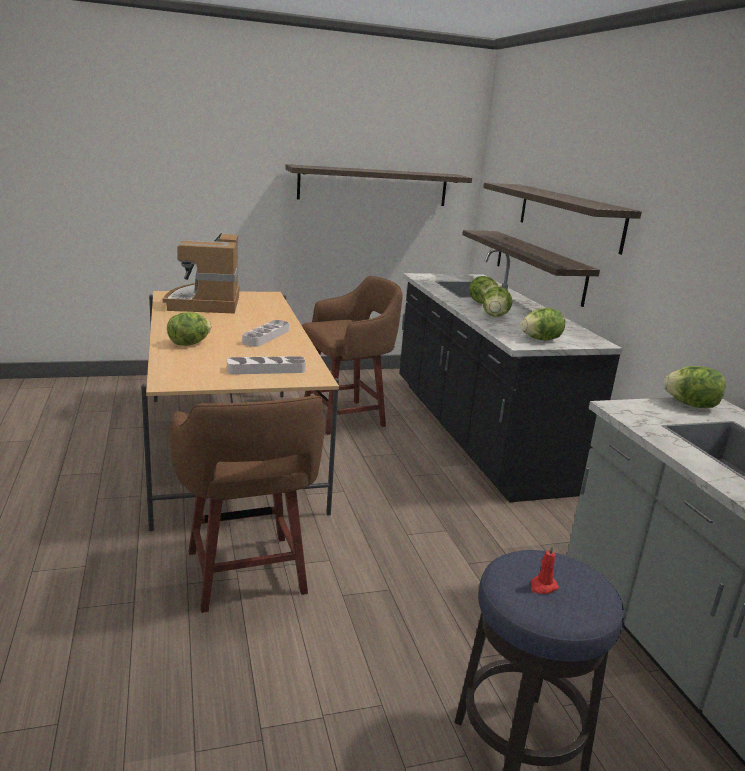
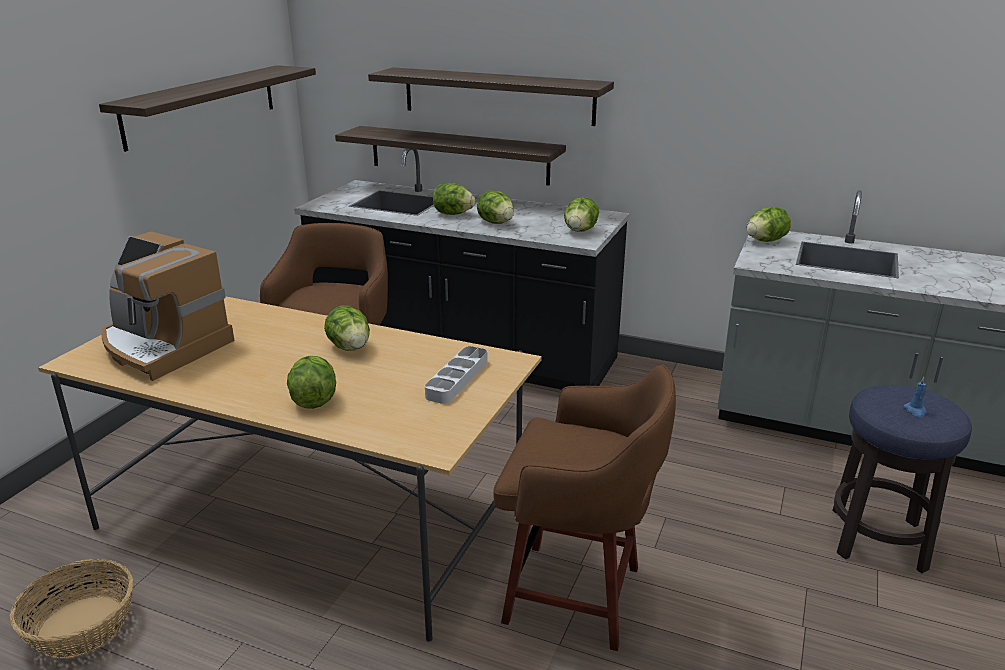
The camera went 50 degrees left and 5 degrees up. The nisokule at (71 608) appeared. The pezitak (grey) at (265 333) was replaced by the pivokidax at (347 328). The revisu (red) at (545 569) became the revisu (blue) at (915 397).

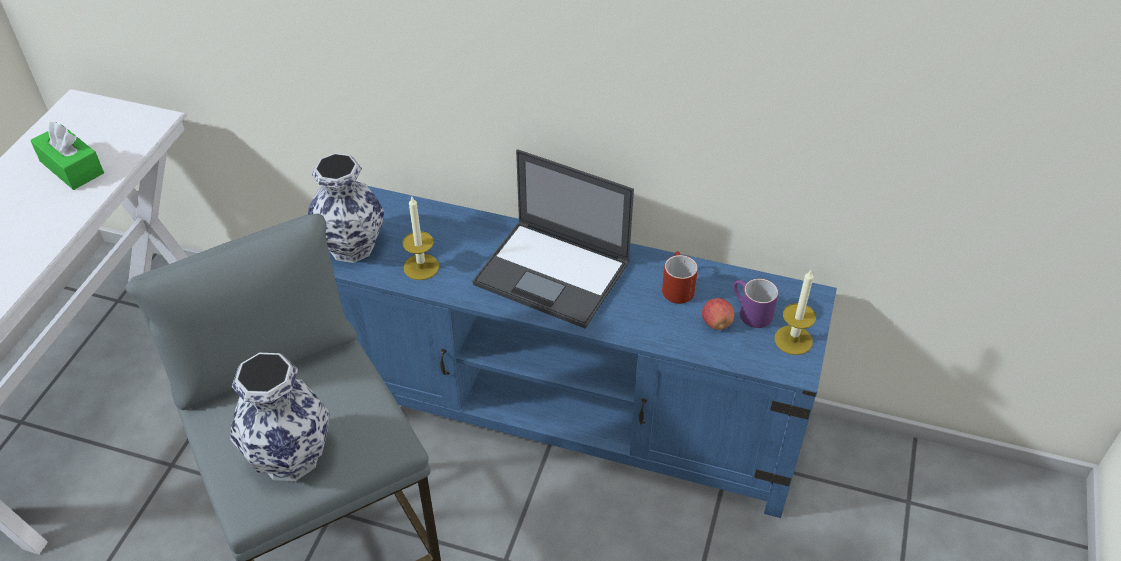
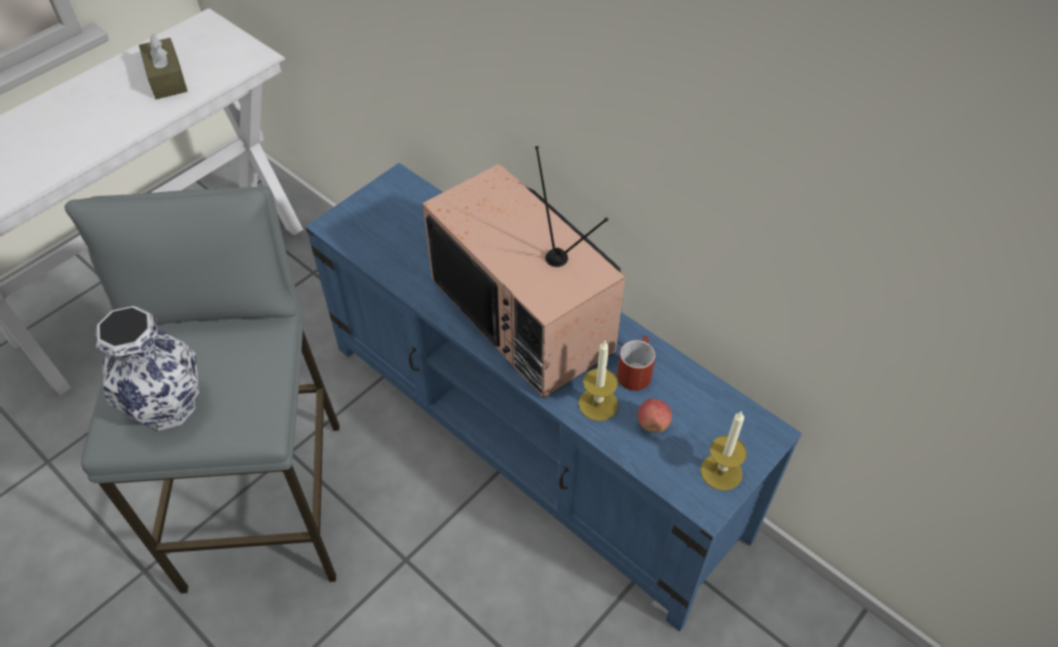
The camera went 25 degrees right and 5 degrees up. The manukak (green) at (67 156) became the manukak (brown) at (163 66). The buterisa at (553 239) was replaced by the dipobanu at (524 272). The revisu moved from (421 238) to (598 381). The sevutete at (346 208) disappeared. The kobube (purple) at (755 303) disappeared.

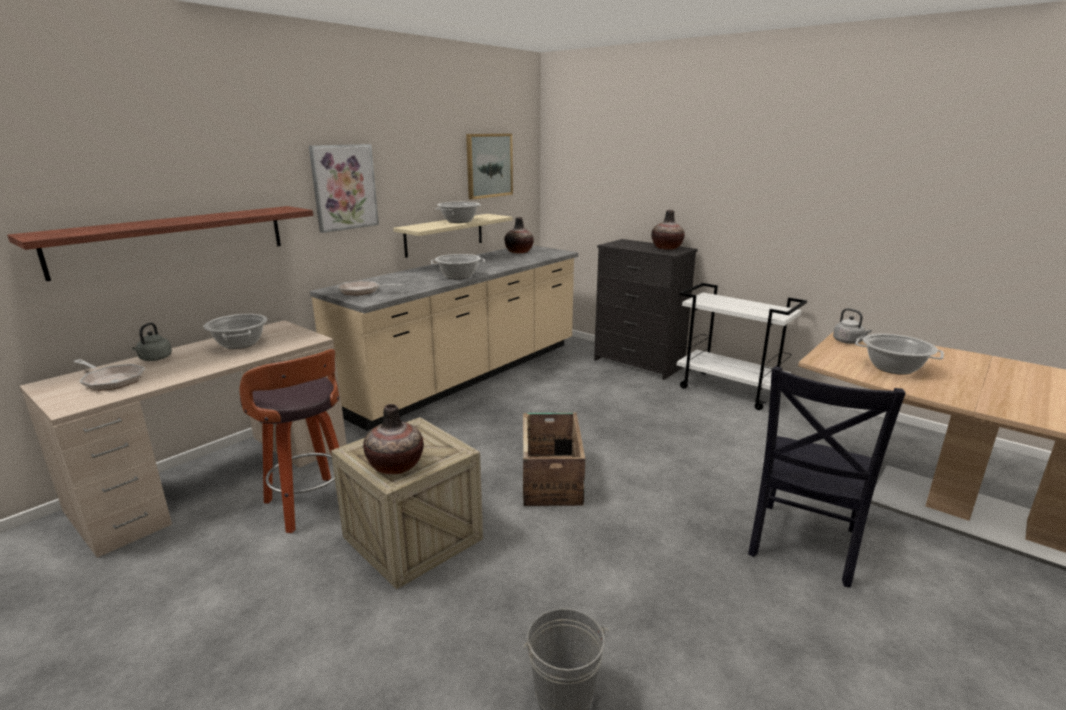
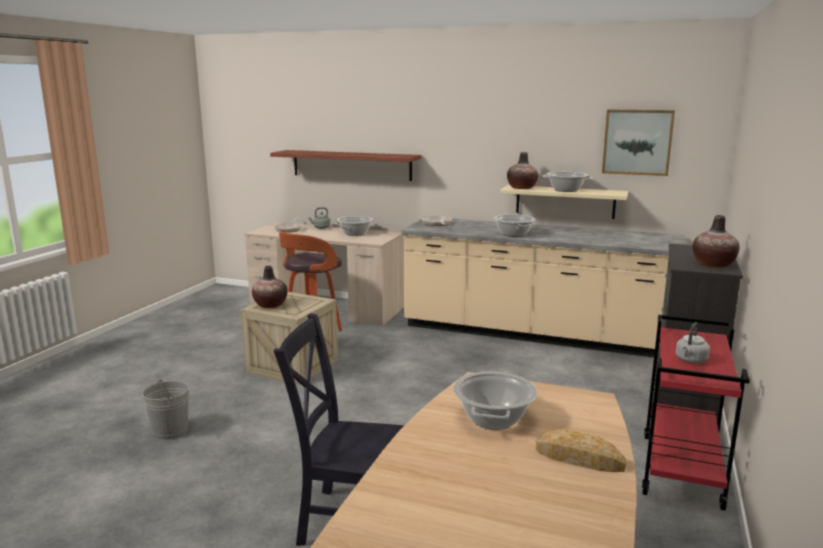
The camera went 70 degrees right and 5 degrees down. The sevutete moved from (519 235) to (522 170). The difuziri at (581 450) appeared. The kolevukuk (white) at (742 346) became the kolevukuk (red) at (696 413). The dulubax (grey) moved from (852 326) to (693 342). The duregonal at (344 188) disappeared. The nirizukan at (554 459) disappeared.

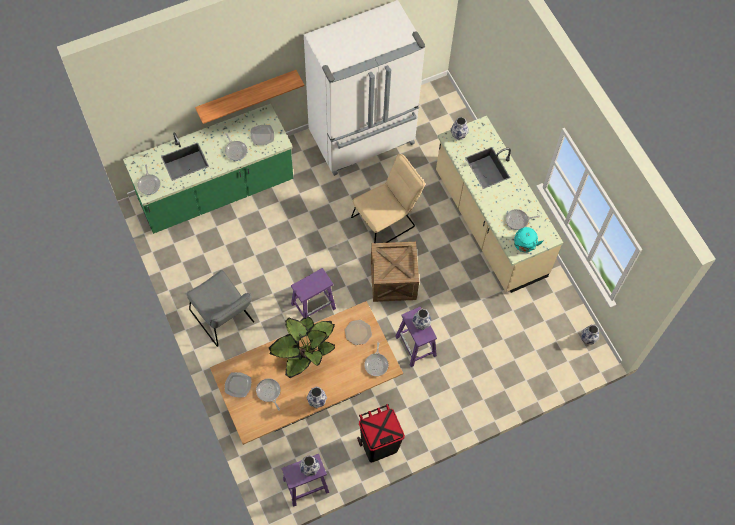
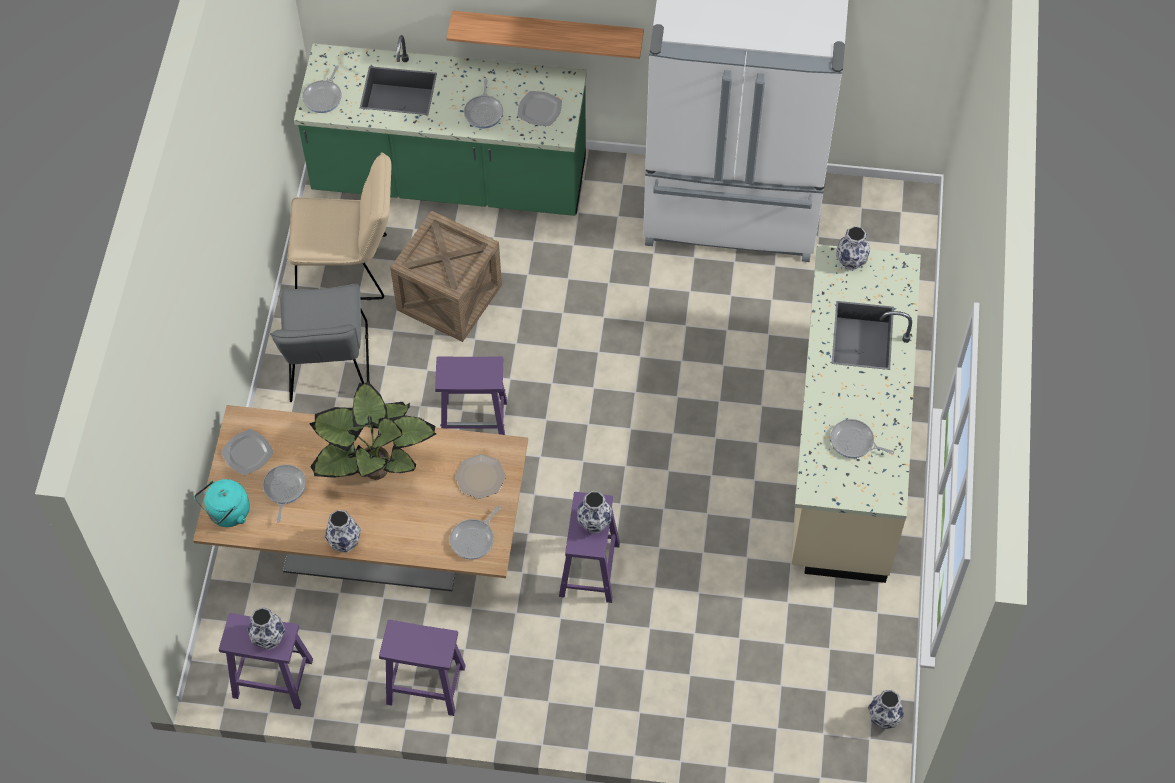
The camera went 35 degrees right and 5 degrees down. The dulubax (turquoise) moved from (528 239) to (222 503). The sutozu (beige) moved from (388 198) to (339 226). The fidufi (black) at (381 433) was replaced by the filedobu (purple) at (422 668). The nirizukan moved from (395 272) to (446 276).

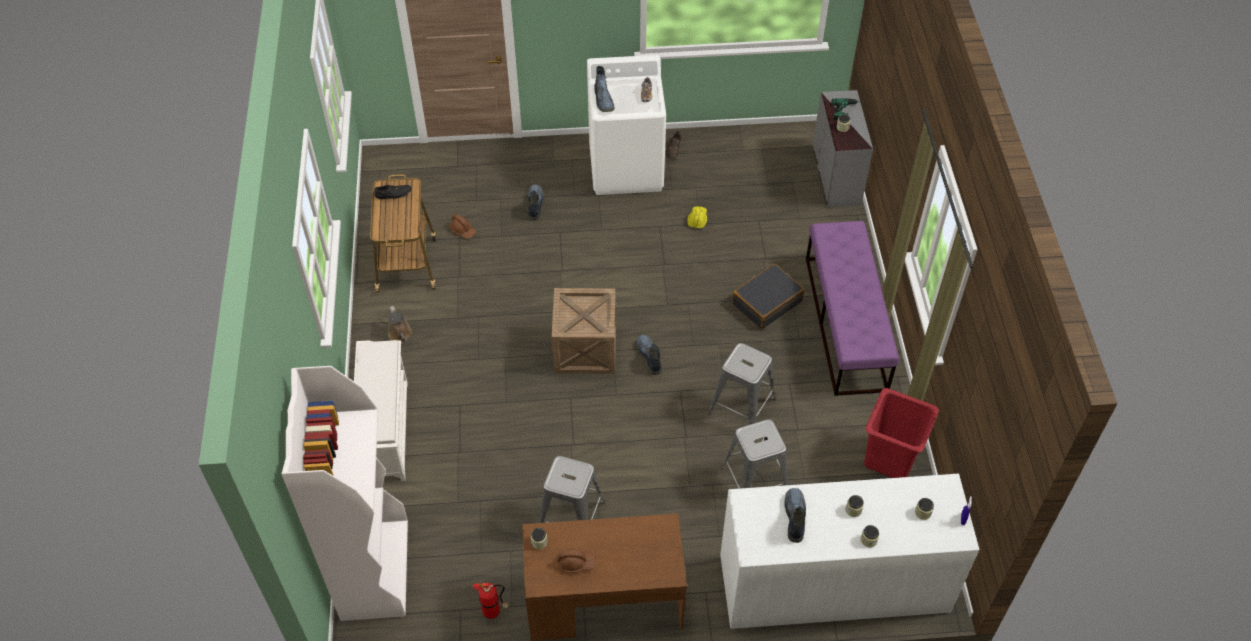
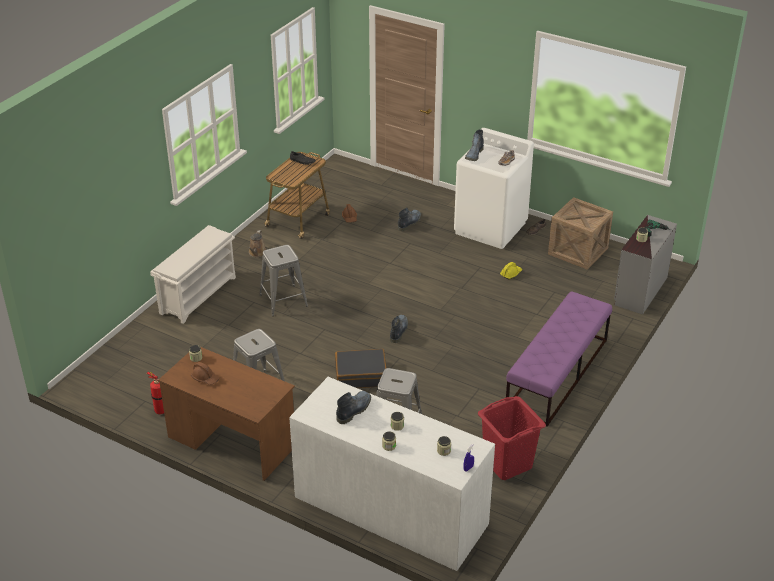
The camera went 35 degrees right and 15 degrees down. The filedobu (grey) moved from (741 383) to (283 280). The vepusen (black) moved from (768 296) to (361 368). The nirizukan moved from (584 331) to (580 233). The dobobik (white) at (345 493) disappeared.

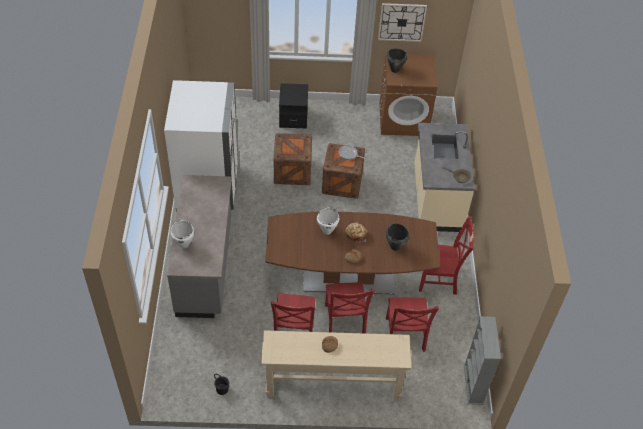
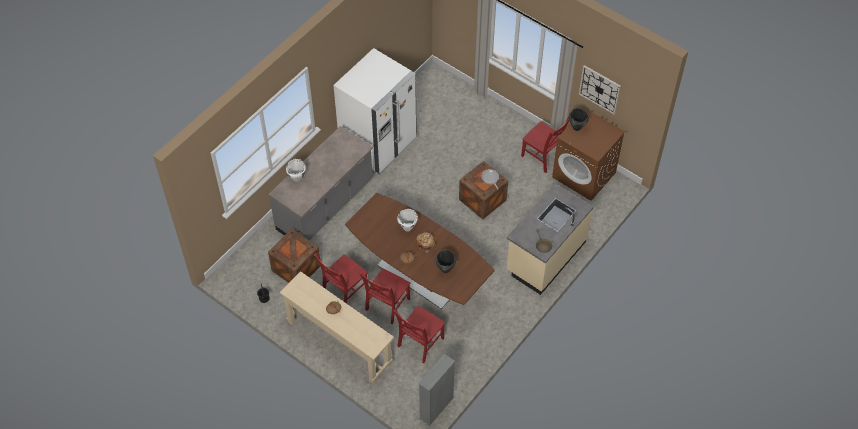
The camera went 40 degrees right and 5 degrees up. The nirizukan moved from (293 159) to (294 256). The sutozu (red) moved from (446 255) to (545 145). The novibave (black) at (293 106) disappeared.

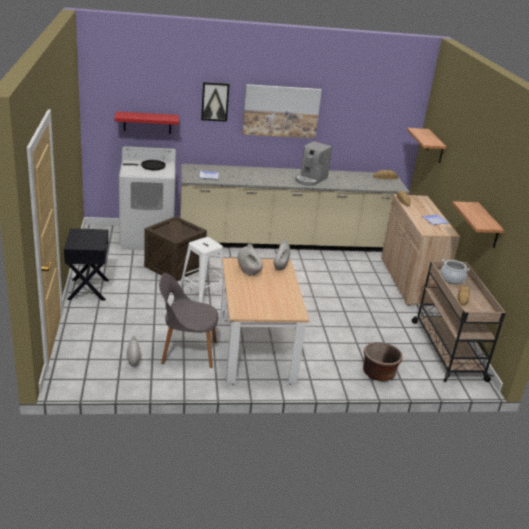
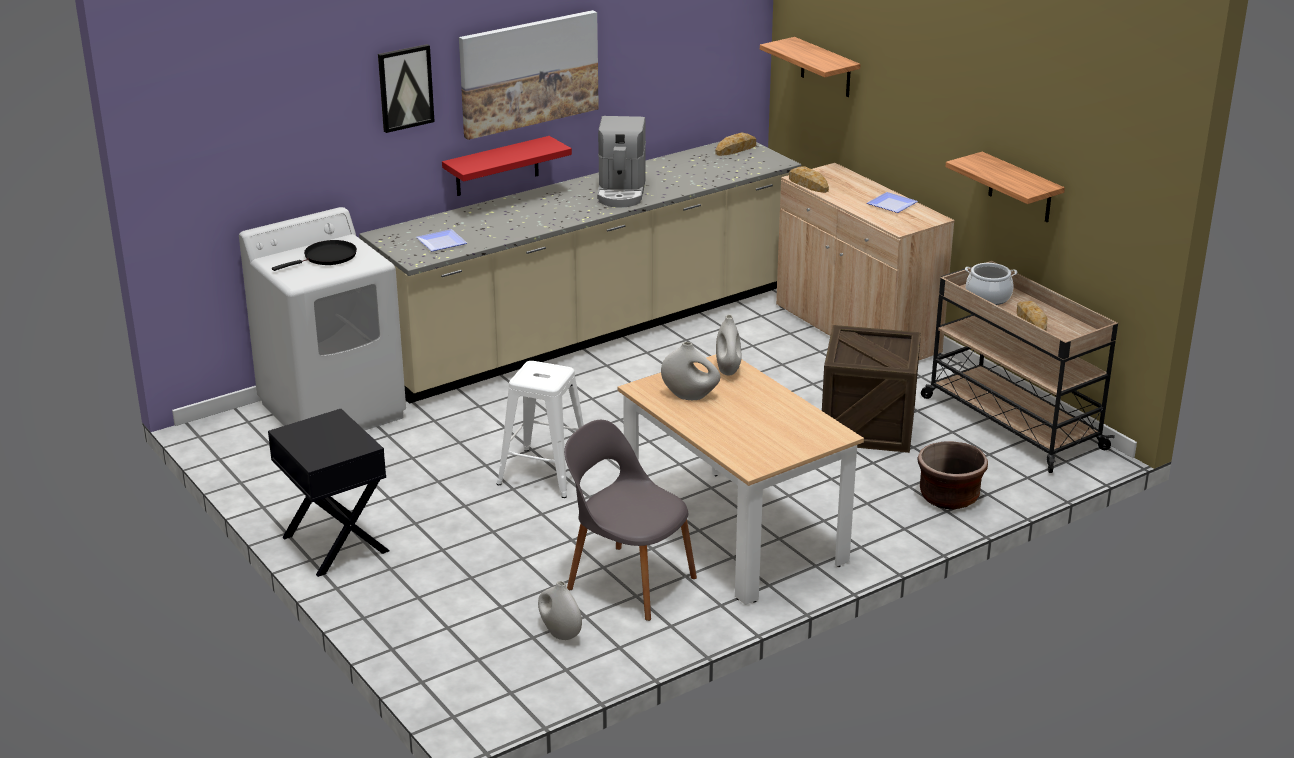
The camera went 25 degrees left and 0 degrees up. The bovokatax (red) moved from (146 122) to (507 166). The sutozu (grey) at (188 320) turned 60 degrees clockwise. The nirizukan moved from (175 248) to (871 389).

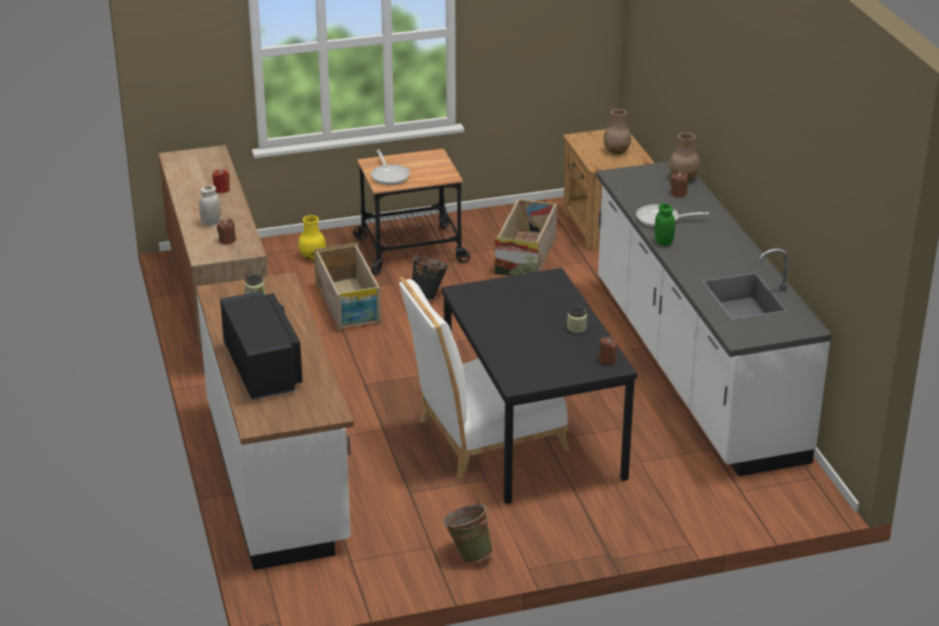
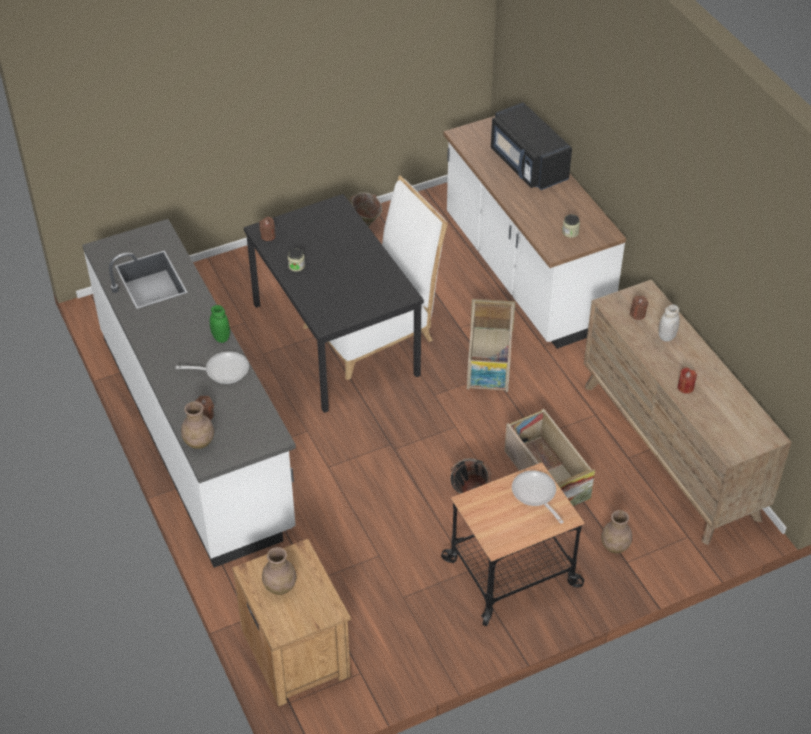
The camera went 170 degrees right and 15 degrees up. The nirizukan moved from (526 237) to (491 345). The sevutete (yellow) at (312 237) became the sevutete (brown) at (616 531).

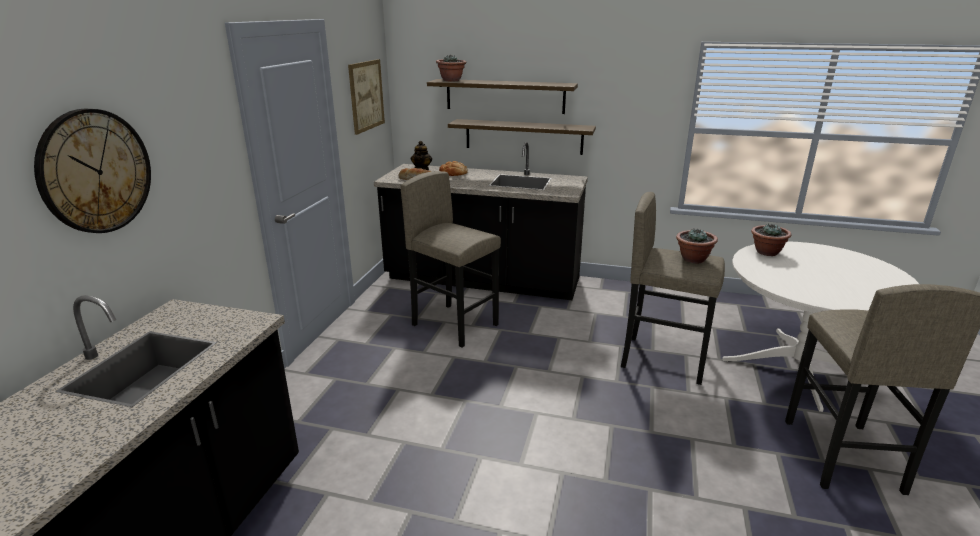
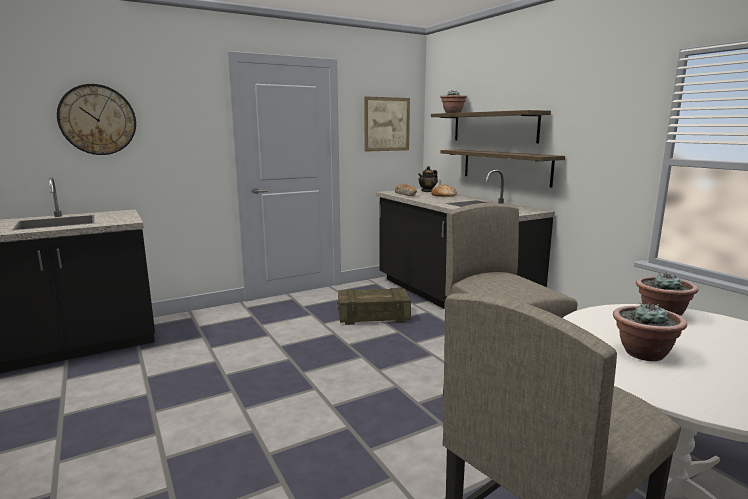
The camera went 45 degrees right and 10 degrees down. The filedobu (grey) at (450 259) was replaced by the nirizukan at (374 306). The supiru moved from (697 246) to (650 332).

